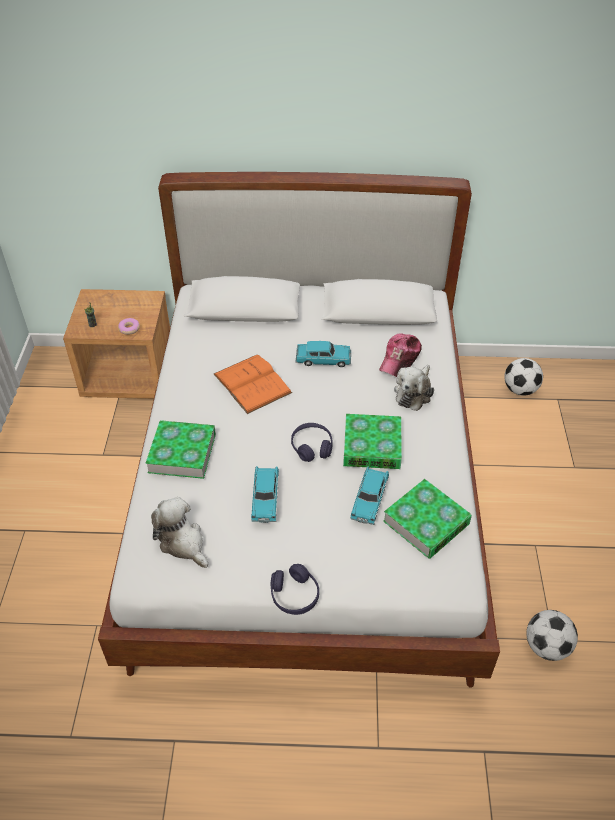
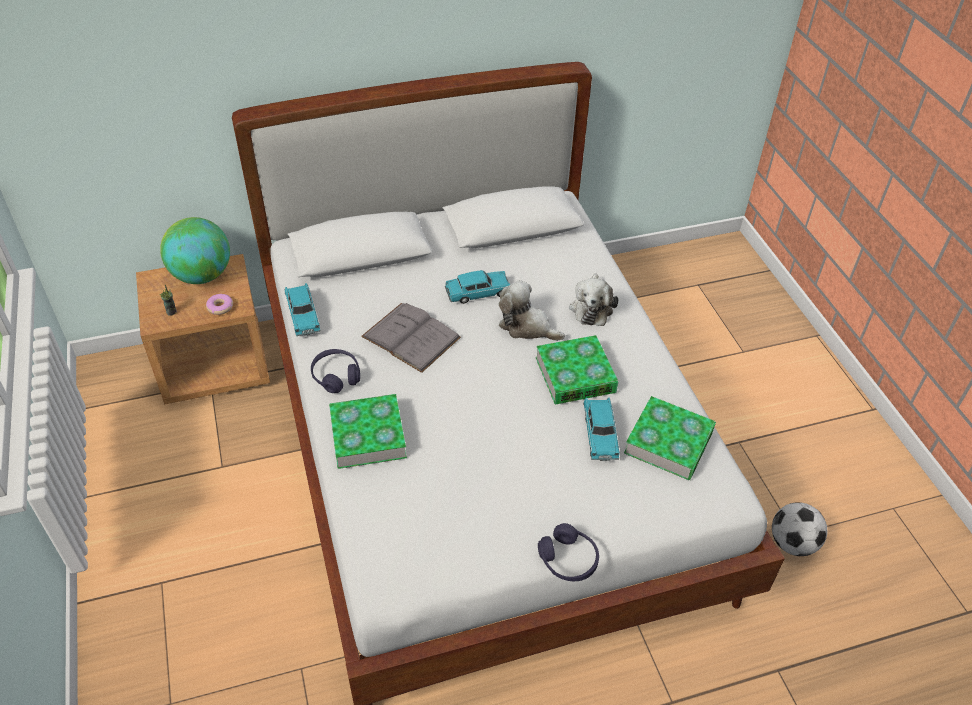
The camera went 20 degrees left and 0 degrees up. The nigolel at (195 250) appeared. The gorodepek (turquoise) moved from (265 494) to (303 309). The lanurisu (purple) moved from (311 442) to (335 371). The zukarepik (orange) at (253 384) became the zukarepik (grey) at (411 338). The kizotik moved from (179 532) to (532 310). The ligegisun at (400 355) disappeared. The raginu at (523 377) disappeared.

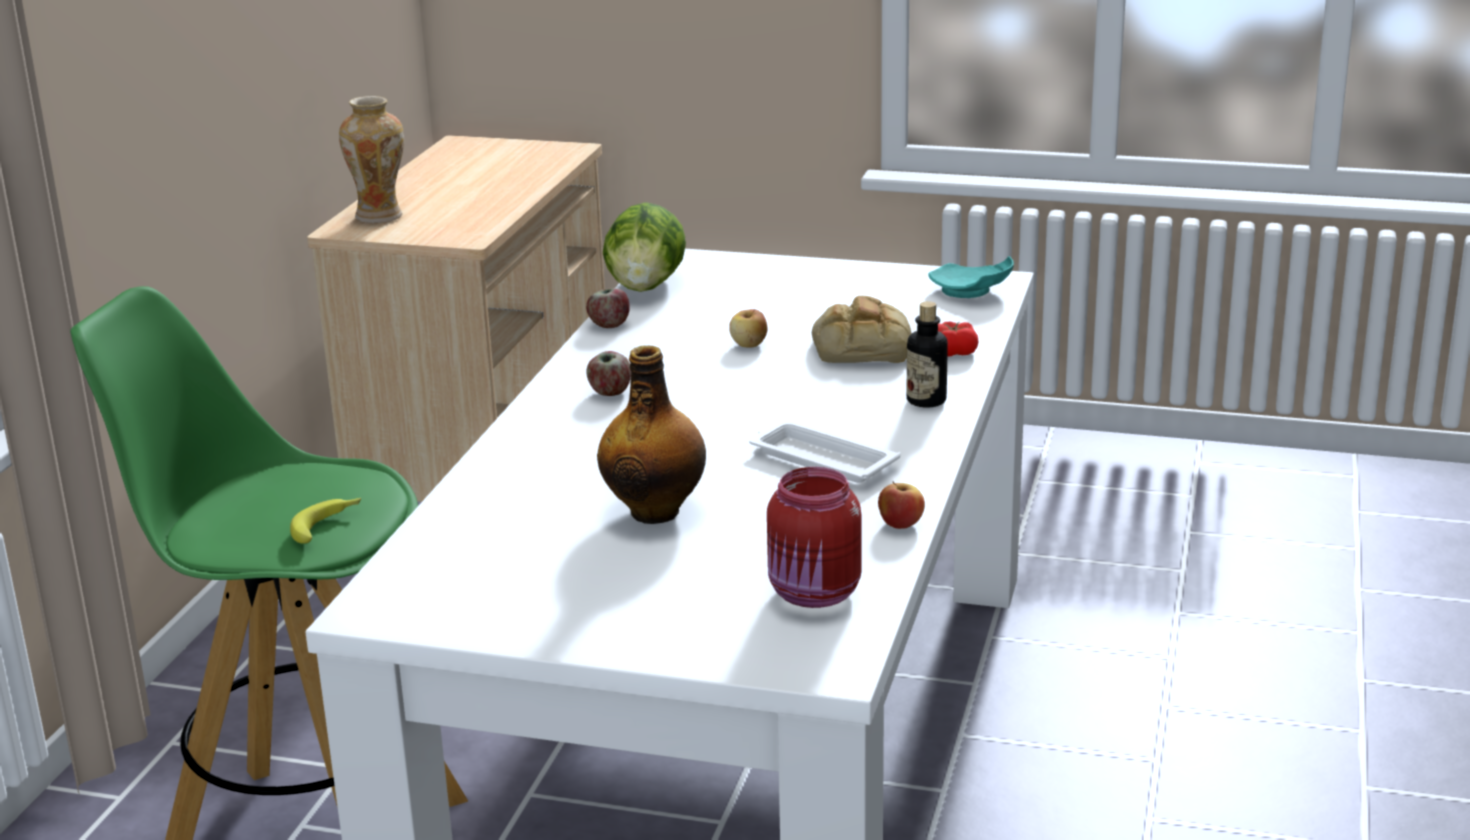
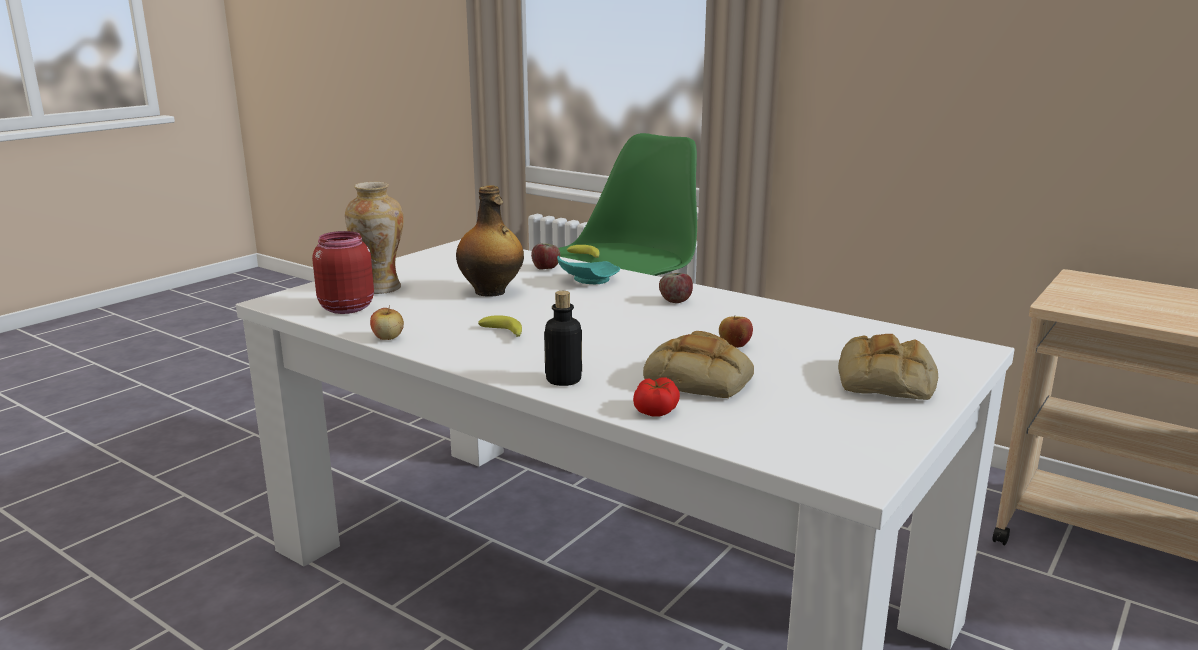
The camera went 110 degrees right and 5 degrees down. The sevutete moved from (371 159) to (374 238). The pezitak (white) at (824 451) was replaced by the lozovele at (500 326). The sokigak moved from (608 308) to (545 256). The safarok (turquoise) moved from (971 277) to (588 270). The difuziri at (888 367) appeared. The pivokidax at (644 247) disappeared.

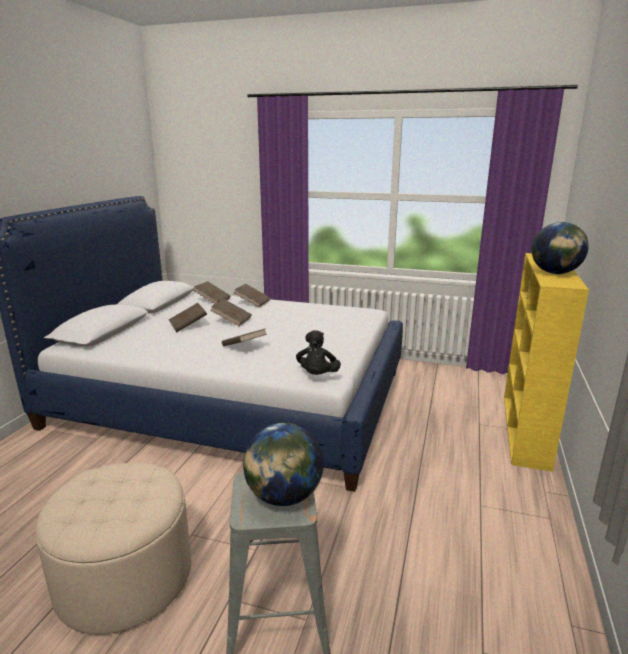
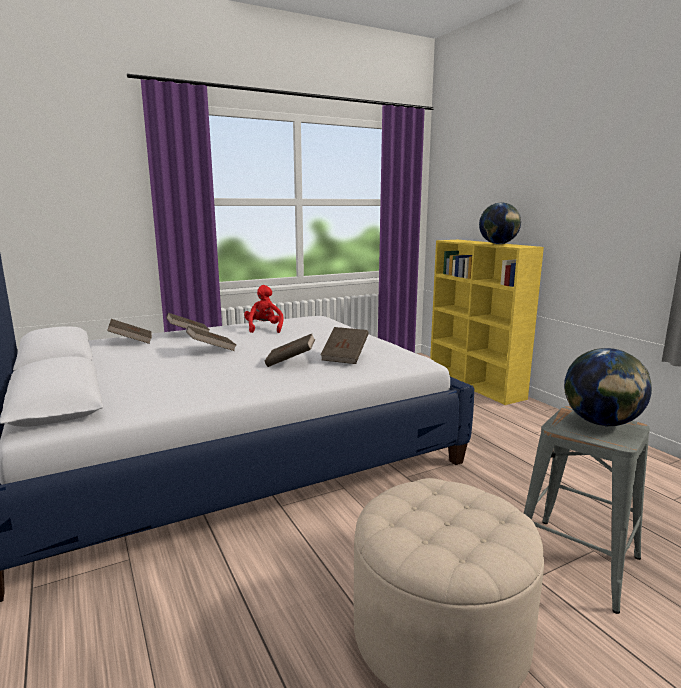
The camera went 45 degrees left and 5 degrees down. The kizotik (red) at (264 309) appeared. The zukarepik (brown) moved from (188 317) to (344 345). The kizotik (black) at (318 352) disappeared.

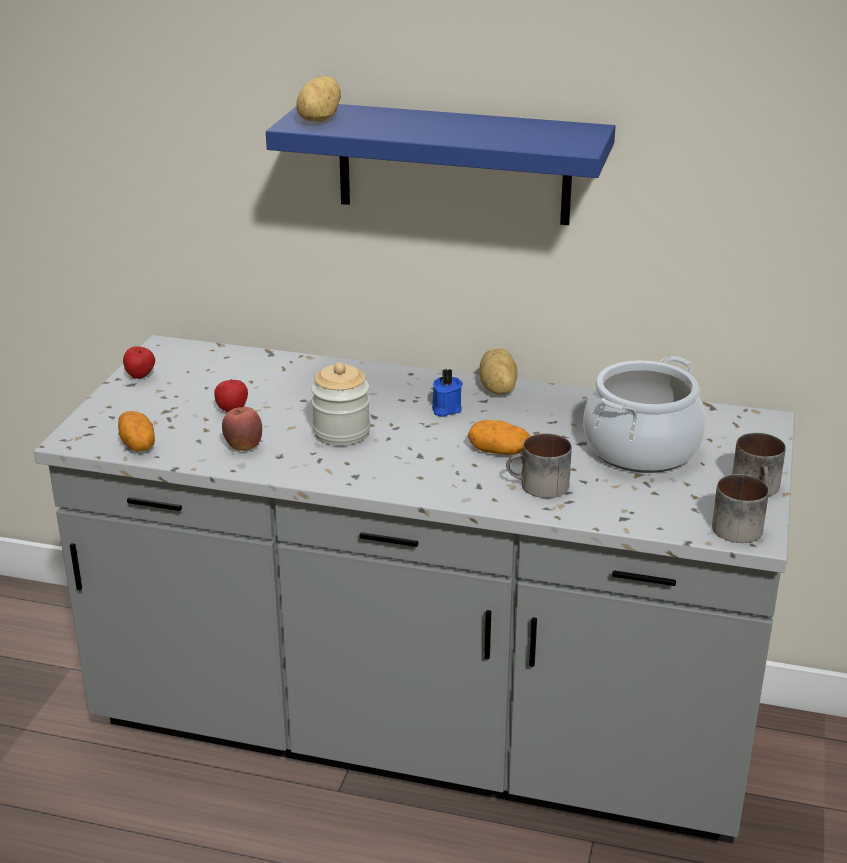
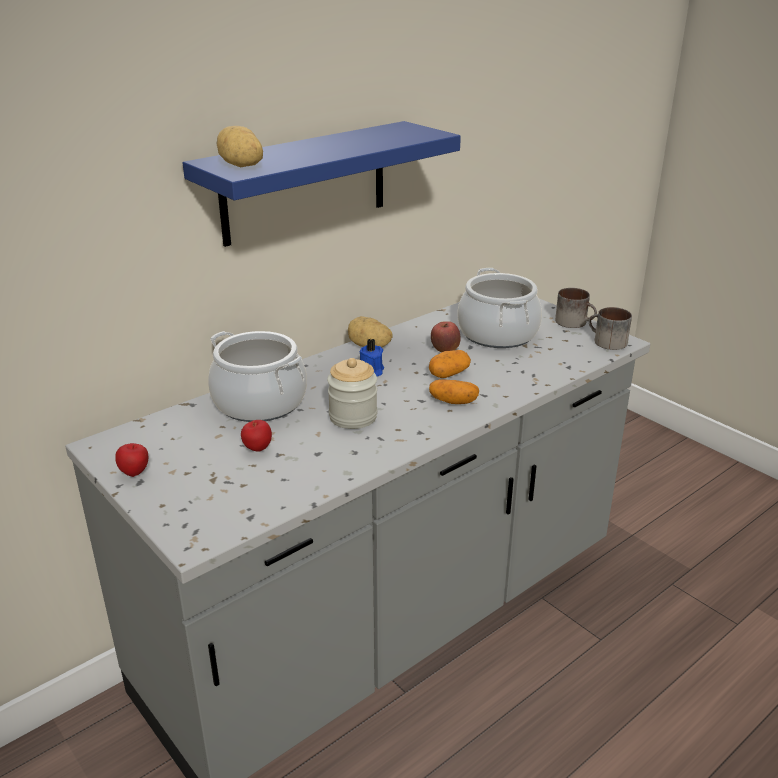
The camera went 55 degrees left and 0 degrees up. The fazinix at (257 376) appeared. The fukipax moved from (136 431) to (454 391). The sokigak moved from (242 429) to (446 336). The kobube at (539 465) disappeared.

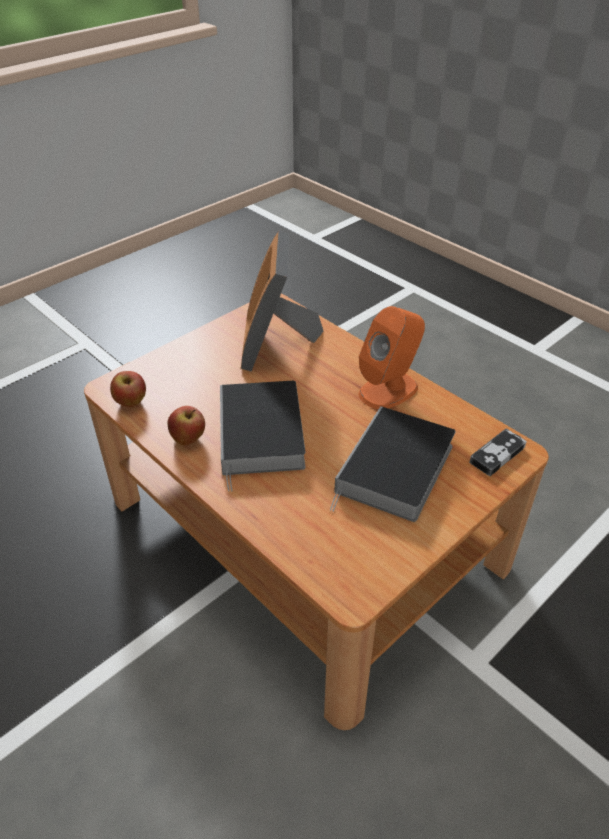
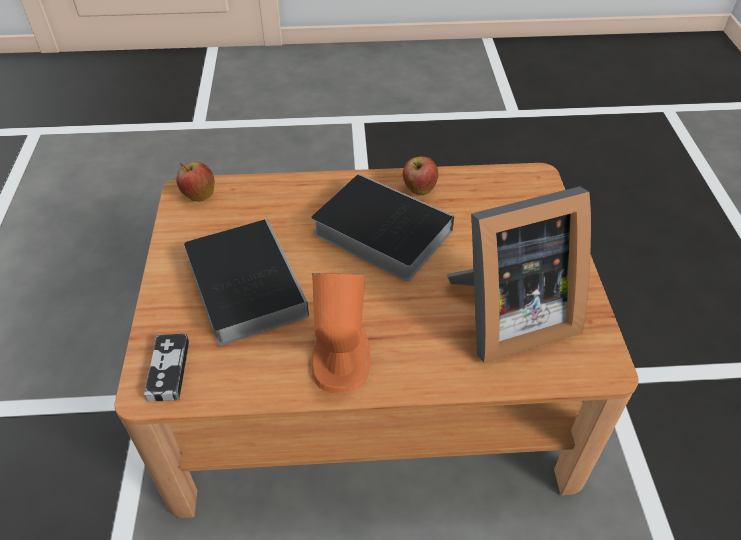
The camera went 130 degrees right and 5 degrees up. The sokigak moved from (128 389) to (195 182). The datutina at (282 301) turned 120 degrees clockwise.

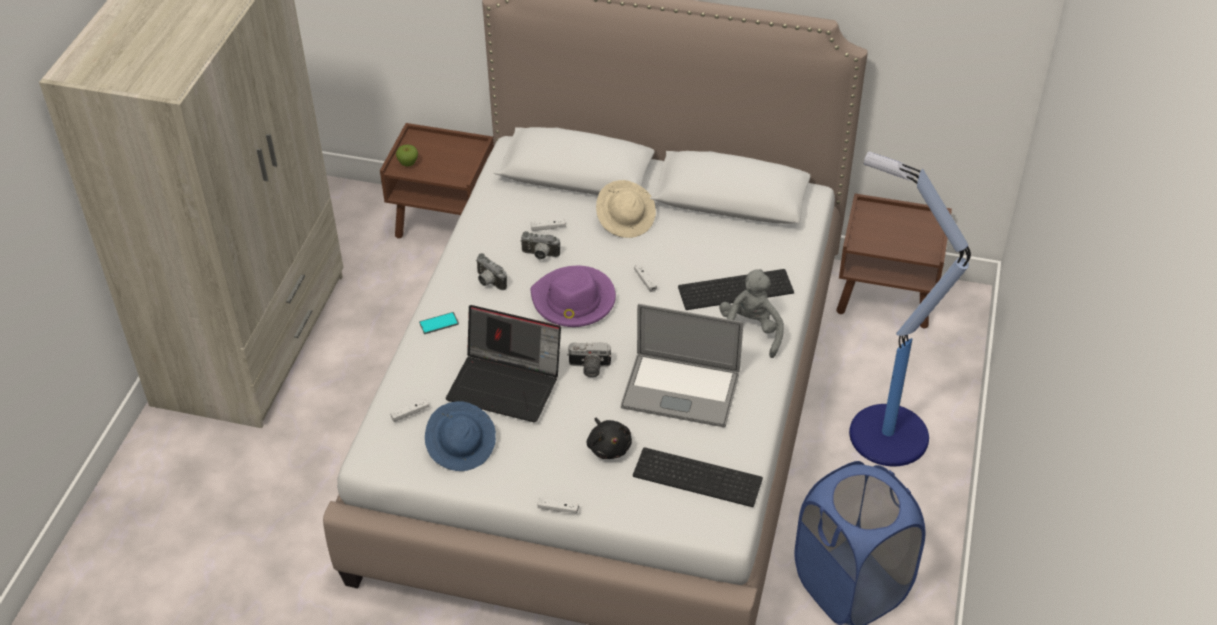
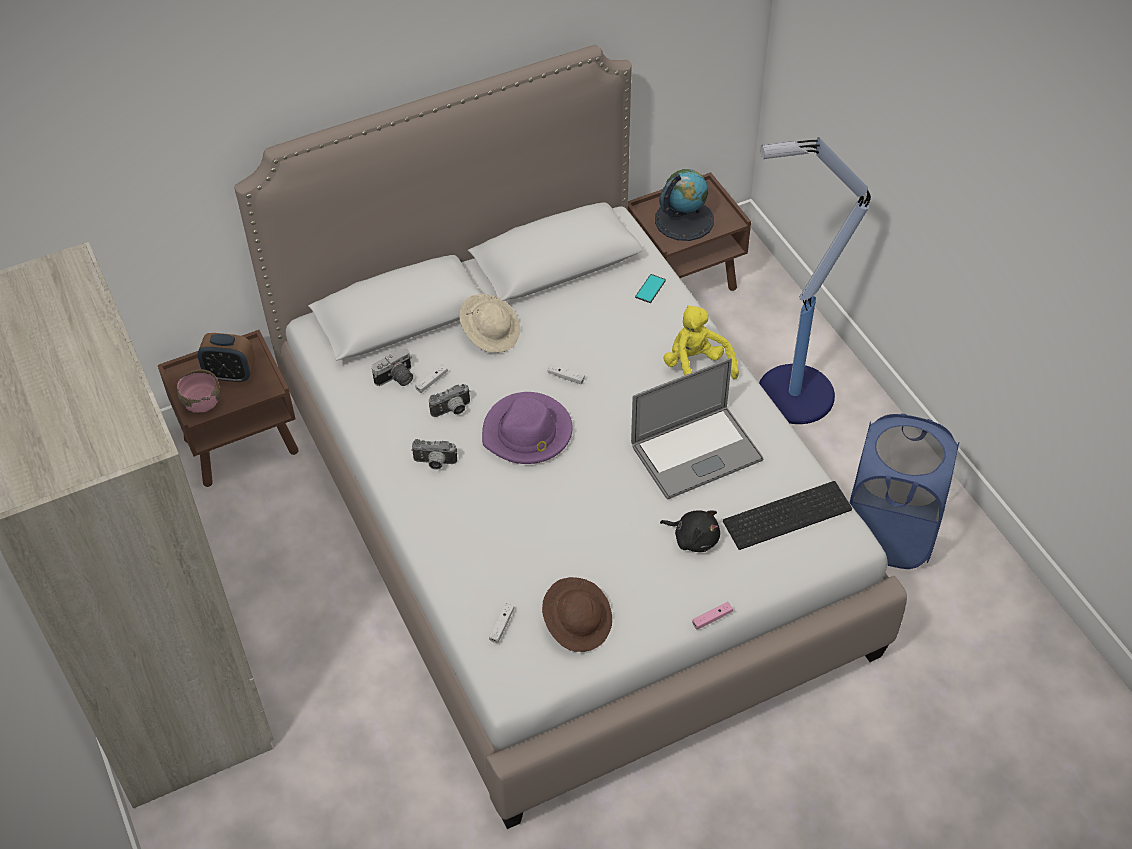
The camera went 40 degrees left and 5 degrees up. The sokigak at (407 156) was replaced by the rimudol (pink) at (198 391). The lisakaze at (226 358) appeared. The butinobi moved from (589 360) to (392 366). The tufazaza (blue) at (460 436) became the tufazaza (brown) at (577 614). The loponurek moved from (439 323) to (650 288). The nigolel at (684 205) appeared. The kizotik (grey) at (751 313) became the kizotik (yellow) at (701 342). The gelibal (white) at (558 506) became the gelibal (pink) at (712 616). The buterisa at (503 363) disappeared. The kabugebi at (736 289) disappeared.

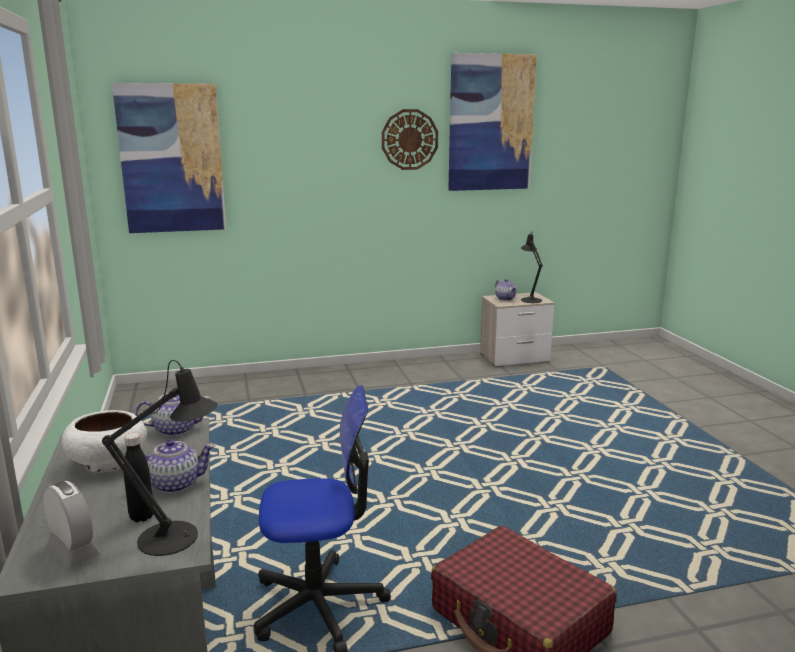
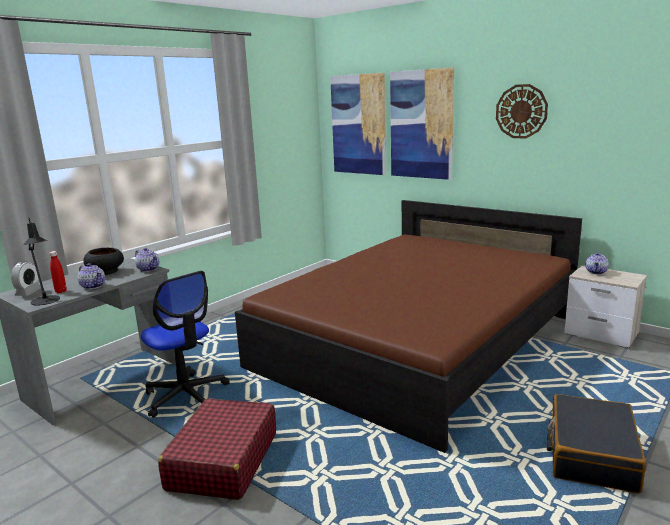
The camera went 55 degrees right and 0 degrees up. The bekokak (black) at (138 477) became the bekokak (red) at (58 272). The rimudol (white) at (104 441) became the rimudol (black) at (104 261). The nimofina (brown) at (408 326) appeared. The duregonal moved from (492 122) to (422 124). The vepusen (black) at (596 444) appeared. The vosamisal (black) at (532 267) disappeared.

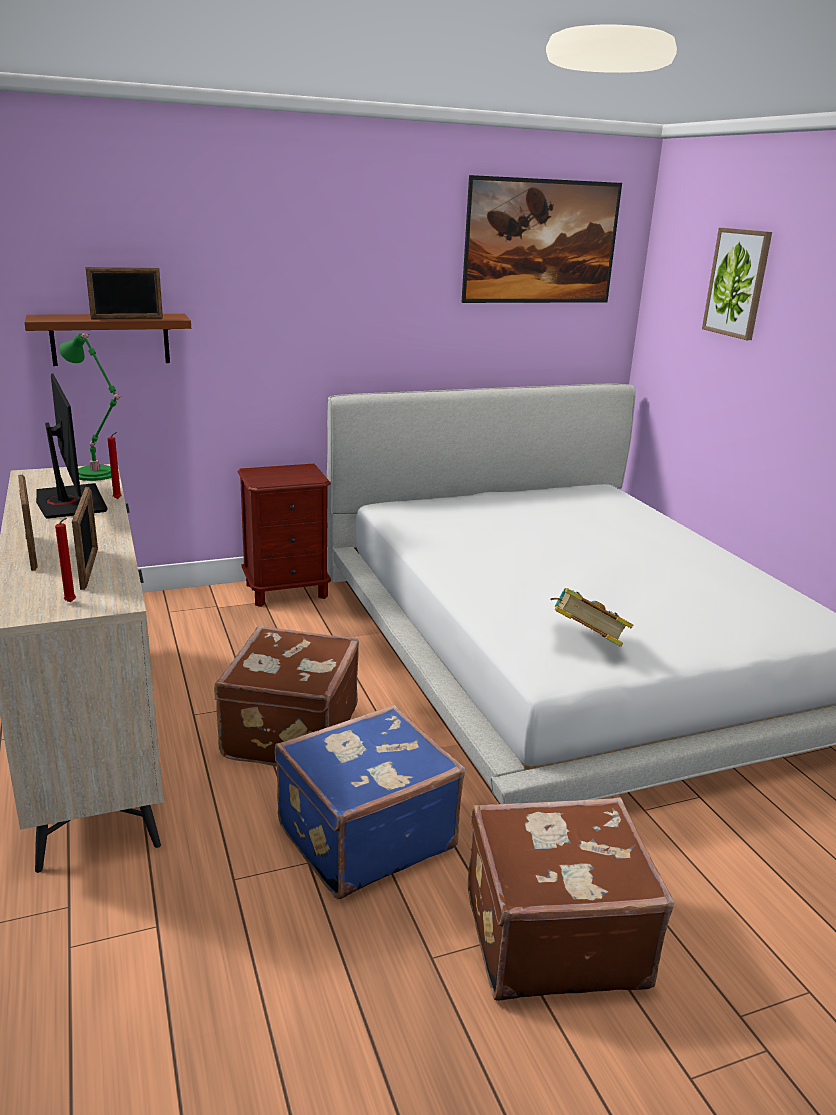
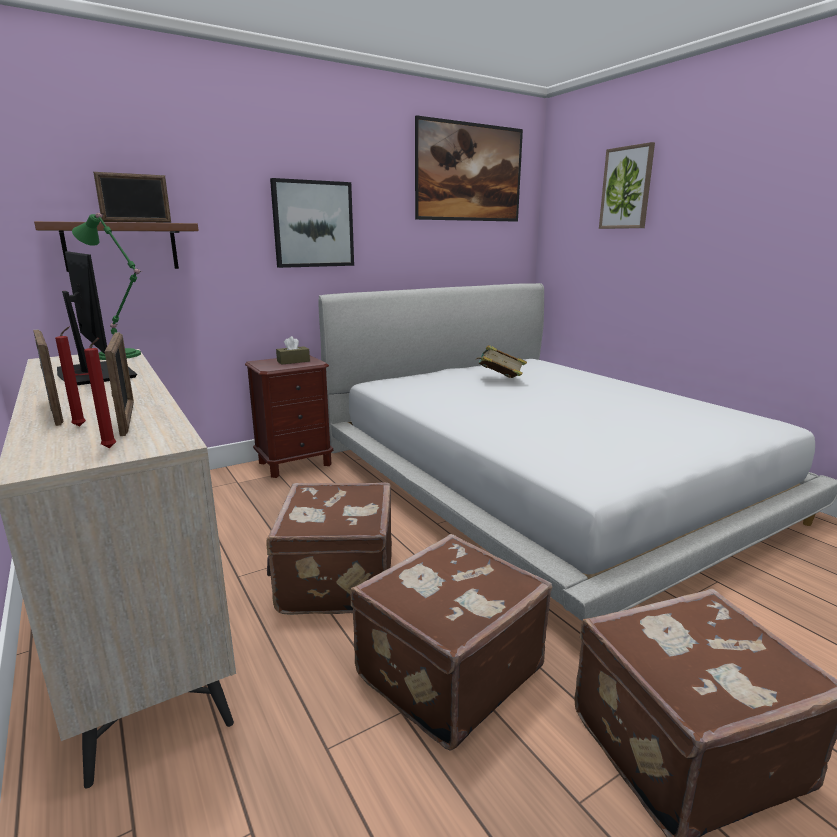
The camera went 10 degrees left and 5 degrees down. The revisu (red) moved from (115 465) to (70 376). The duregonal at (312 223) appeared. The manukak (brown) at (293 350) appeared. The vepusen (blue) at (370 802) became the vepusen (brown) at (451 642). The zukarepik moved from (591 617) to (501 361).

